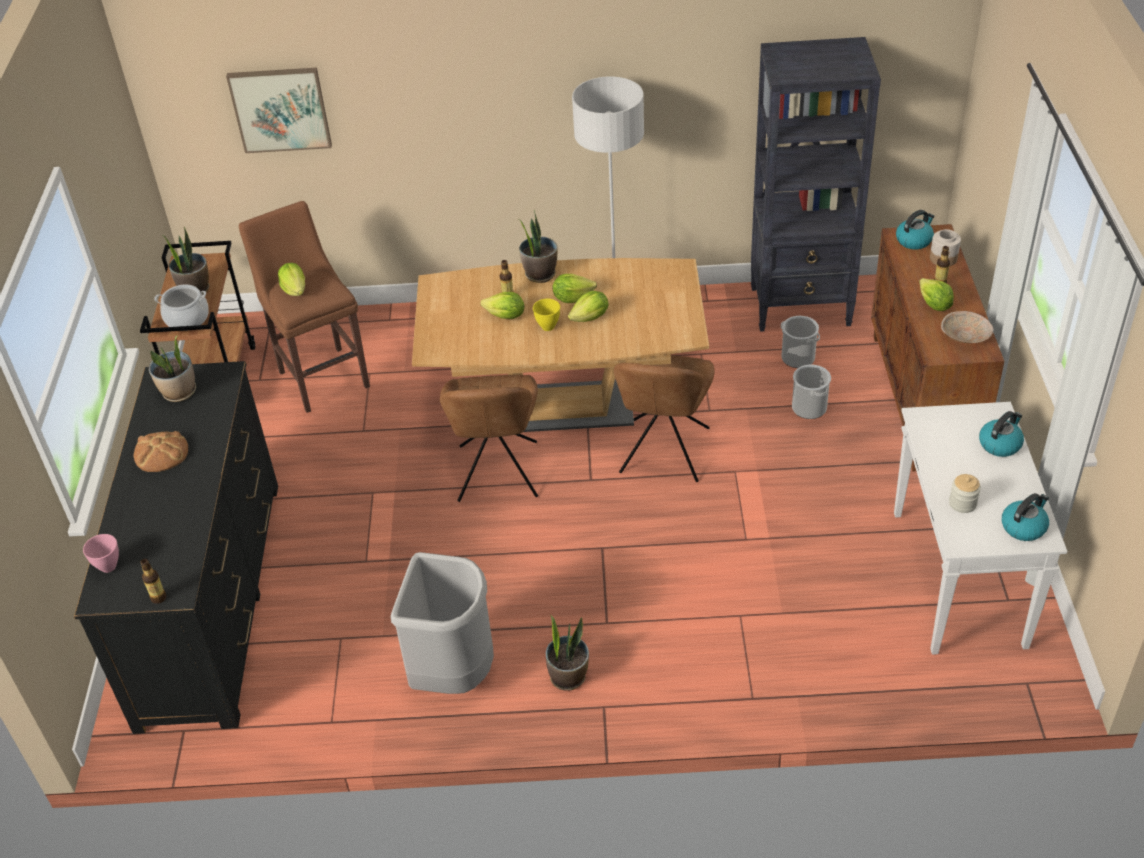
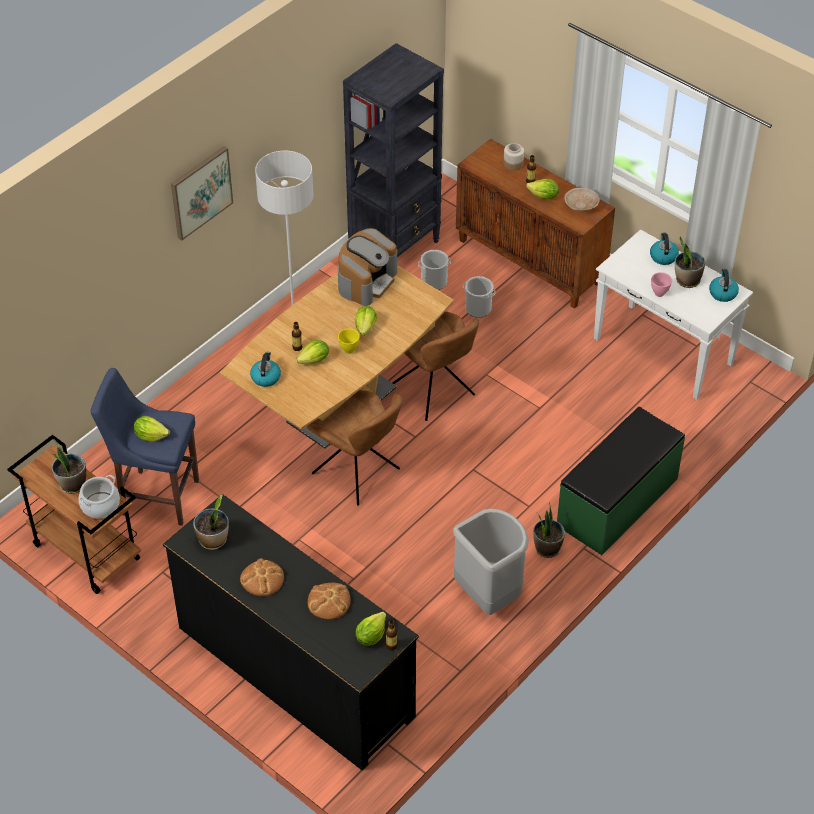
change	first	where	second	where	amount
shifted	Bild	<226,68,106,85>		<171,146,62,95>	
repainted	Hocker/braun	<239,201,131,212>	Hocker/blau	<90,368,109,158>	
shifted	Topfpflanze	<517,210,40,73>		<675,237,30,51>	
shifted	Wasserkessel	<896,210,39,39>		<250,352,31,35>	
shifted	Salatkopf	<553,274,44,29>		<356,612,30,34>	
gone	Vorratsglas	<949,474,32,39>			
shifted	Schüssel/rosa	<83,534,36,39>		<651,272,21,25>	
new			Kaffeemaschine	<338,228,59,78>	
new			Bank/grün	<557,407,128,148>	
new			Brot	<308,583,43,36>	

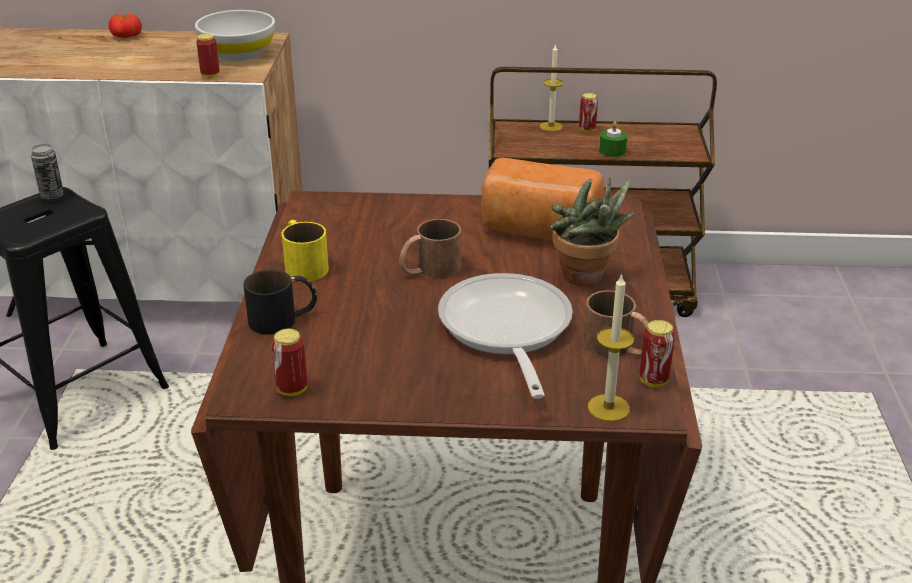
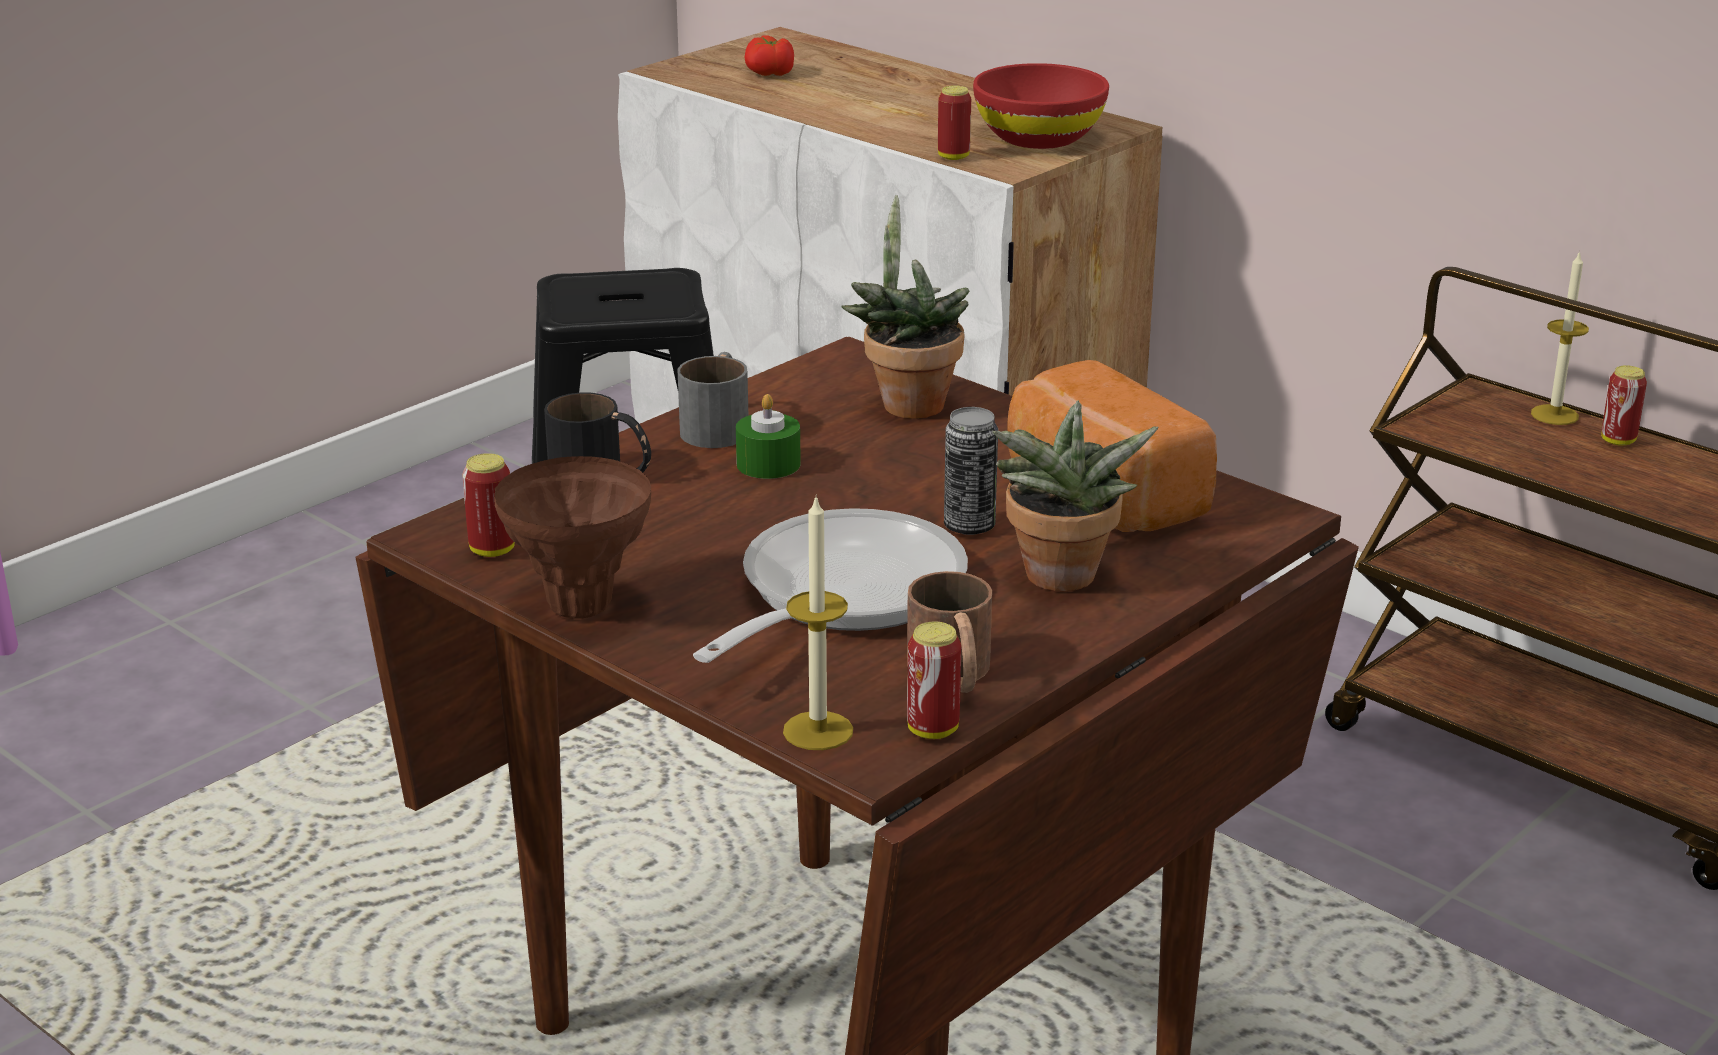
change	first	where	second	where	amount
repainted	Schüssel/weiß	<195,10,80,51>	Schüssel/rot	<973,63,136,86>	
shifted	Tomate	<109,14,33,24>		<745,35,49,41>	
shifted	Kerze/grün	<599,121,28,36>		<736,394,65,85>	
shifted	Dose	<31,144,33,57>		<944,407,54,128>	
gone	Henkelbecher/braun	<399,219,62,60>			
repainted	Henkelbecher/gelb	<282,220,47,61>	Henkelbecher/grau	<677,352,72,96>	
new			Topfpflanze	<841,195,129,224>	
new			Vase/braun	<494,456,157,163>	

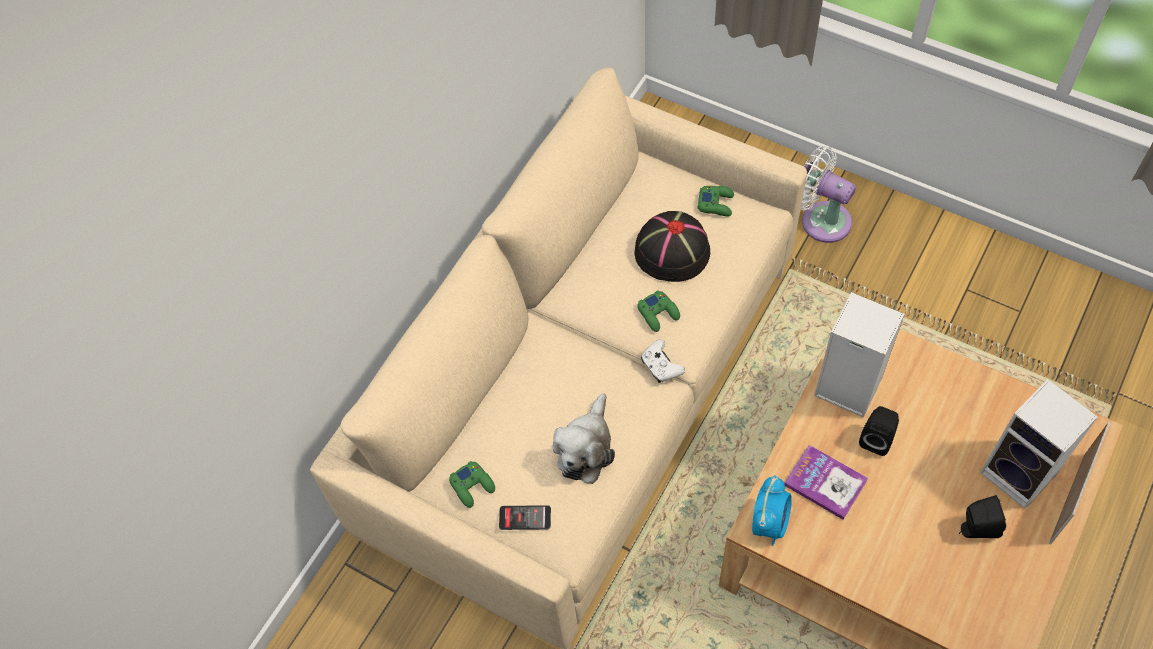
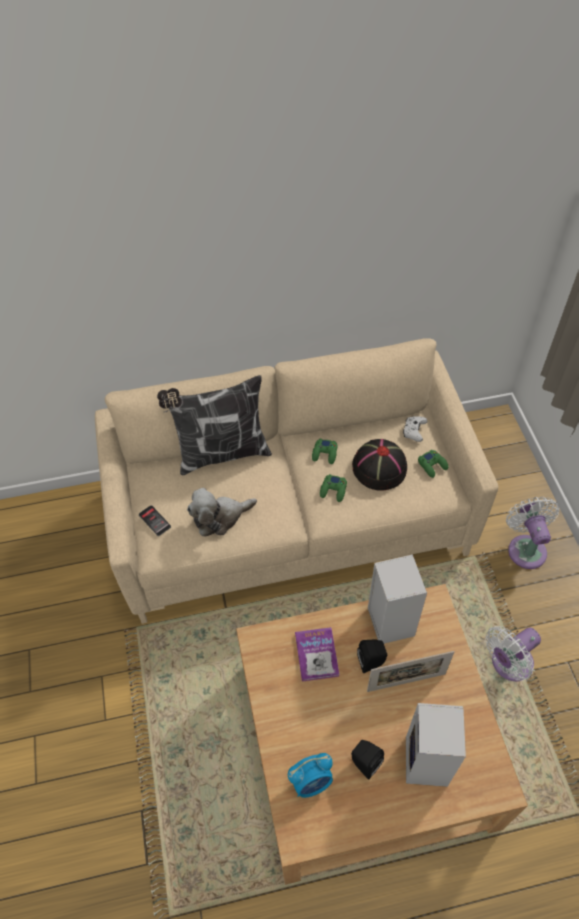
change	first	where	second	where	amount
shifted	Gamepad/weiß	<641,339,44,44>		<403,416,24,26>	
shifted	Bilderrahmen	<1049,422,61,123>		<367,651,87,41>	
shifted	Gamepad/grün	<449,461,46,47>		<312,439,25,25>	
shifted	Wecker	<752,475,40,71>		<288,753,45,45>	
new			Kissen	<157,375,115,100>	
new			Ventilator/weiß	<485,626,56,55>	

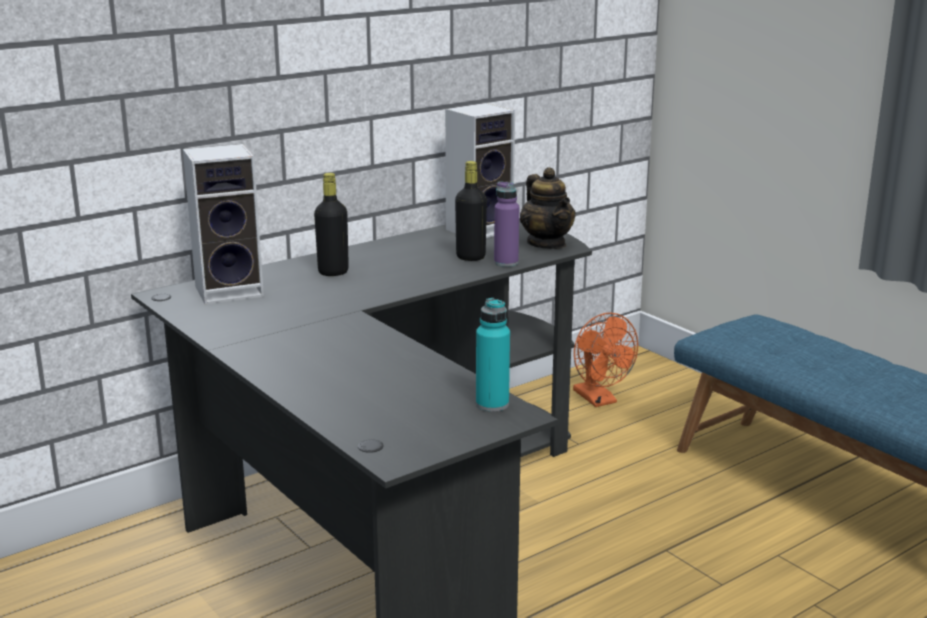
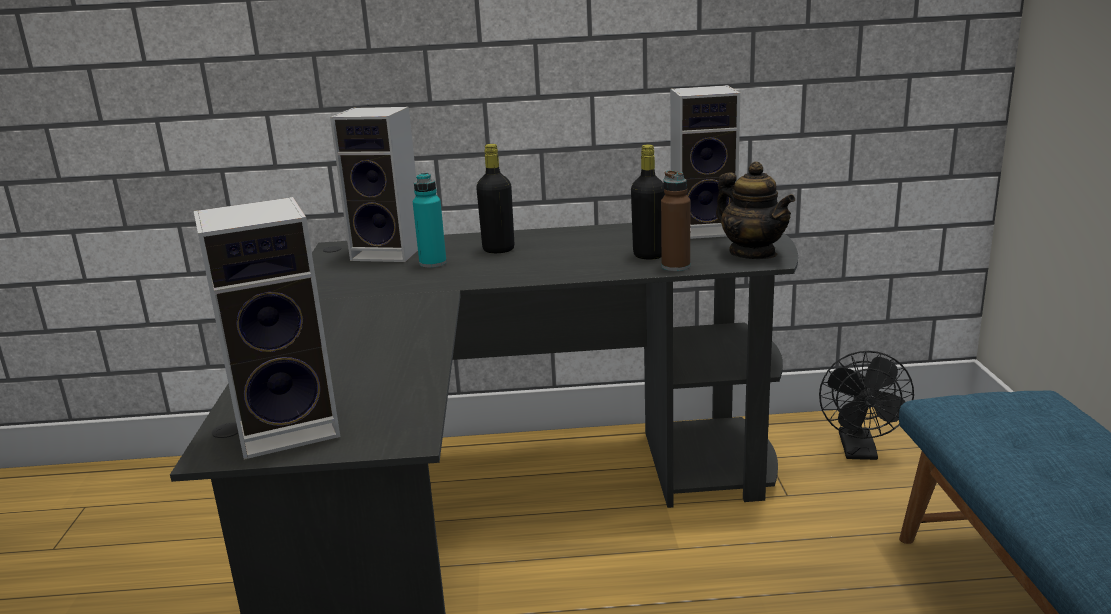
change	first	where	second	where	amount
rotated	Teekanne	<520,167,56,82>		<716,162,79,97>	45 degrees counterclockwise
repainted	Flasche/lila	<494,181,25,86>	Flasche/braun	<661,170,30,101>	
shifted	Flasche/türkis	<476,298,34,114>		<413,173,34,95>	
repainted	Ventilator/orange	<573,313,65,94>	Ventilator/schwarz	<819,351,95,109>	
new			Lautsprecher	<194,197,146,263>	

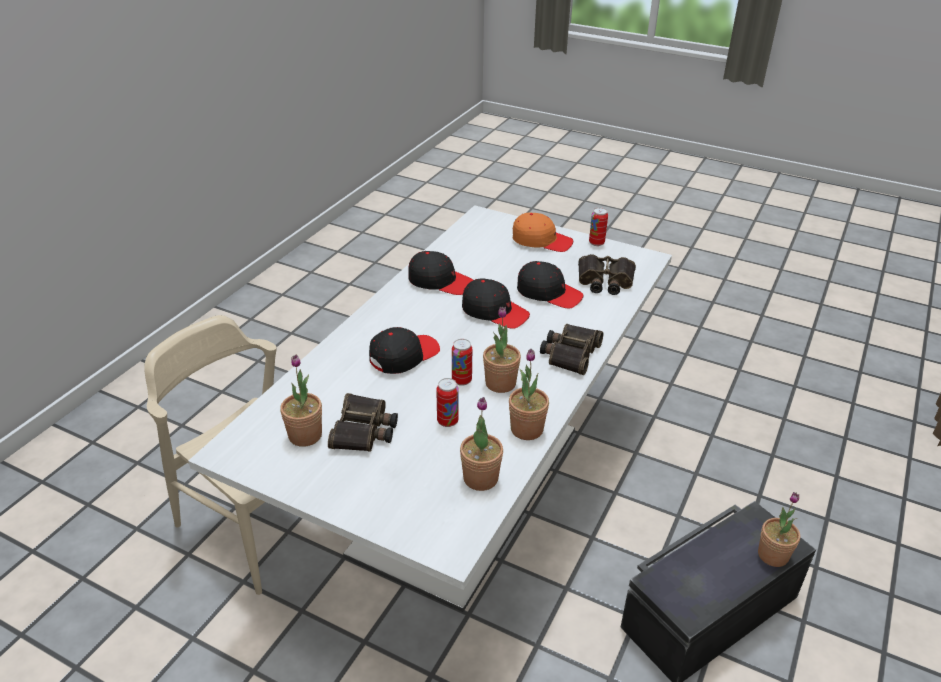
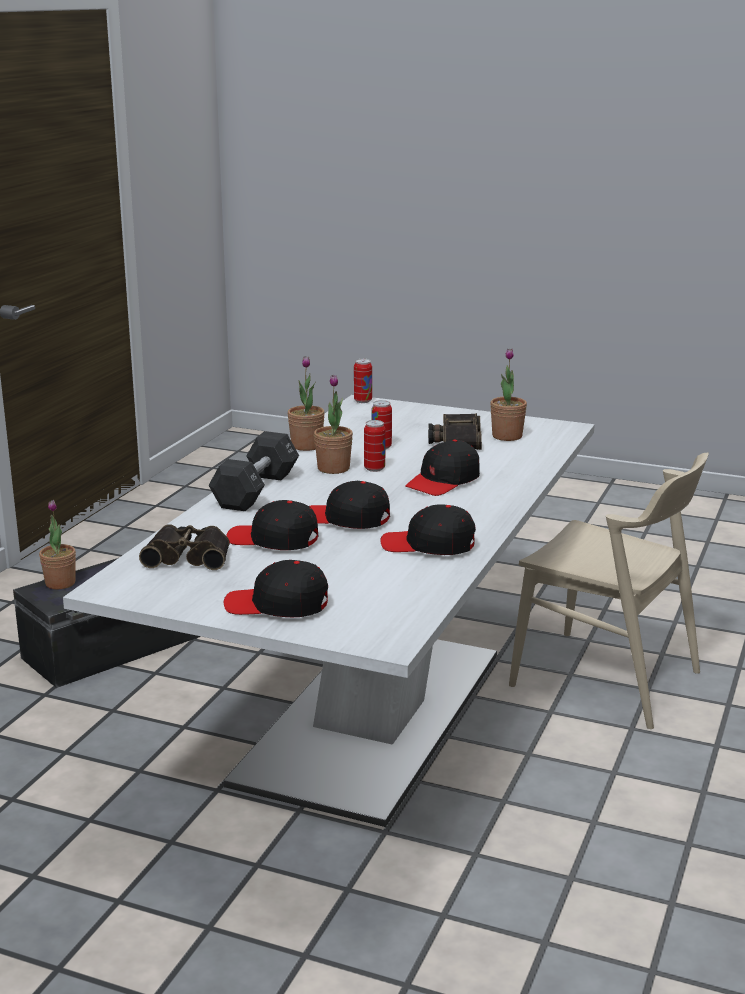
change	first	where	second	where	amount
shifted	Dose	<589,207,19,39>		<354,359,18,44>	
repainted	Kappe/orange	<513,213,60,39>	Kappe/schwarz	<224,560,104,57>	
swapped	Fernglas	<540,324,63,51>	Hantel/schwarz	<208,431,91,80>	
gone	Topfpflanze	<460,397,43,94>			

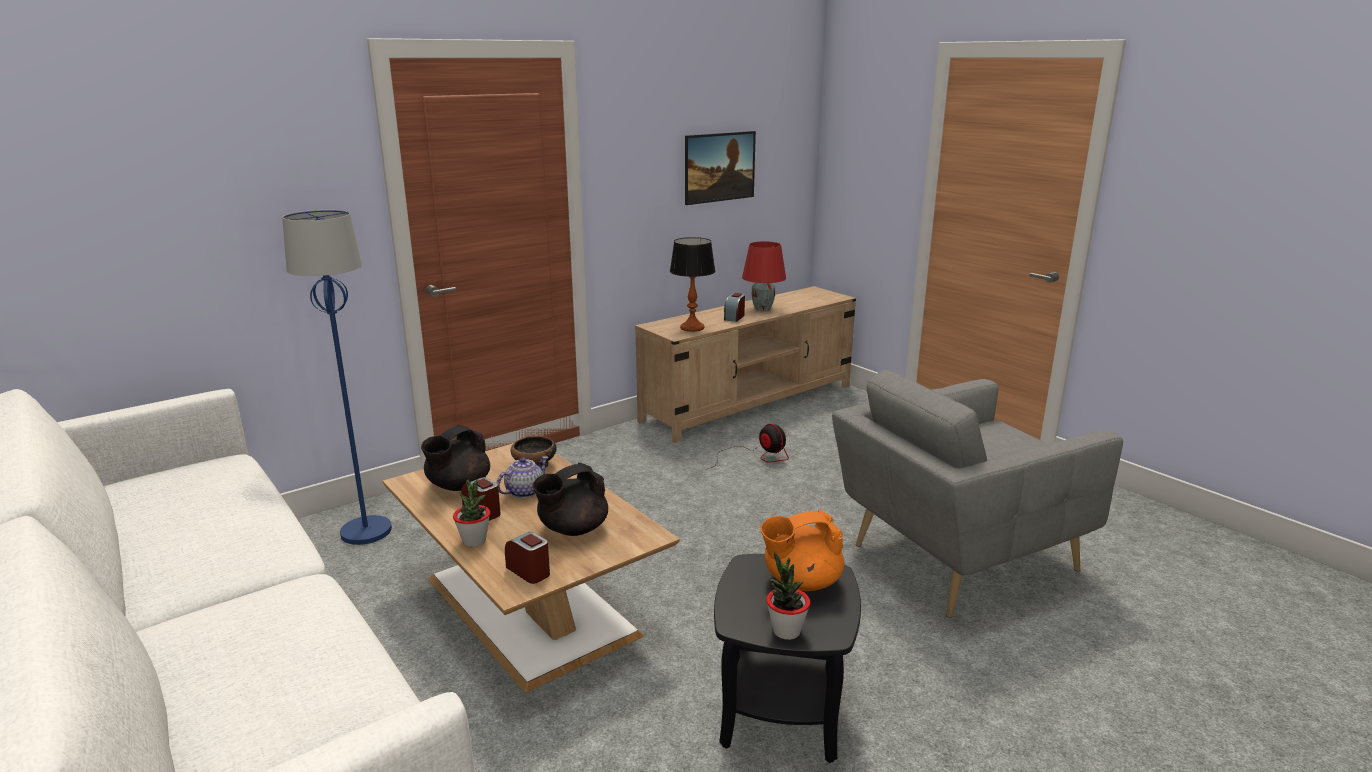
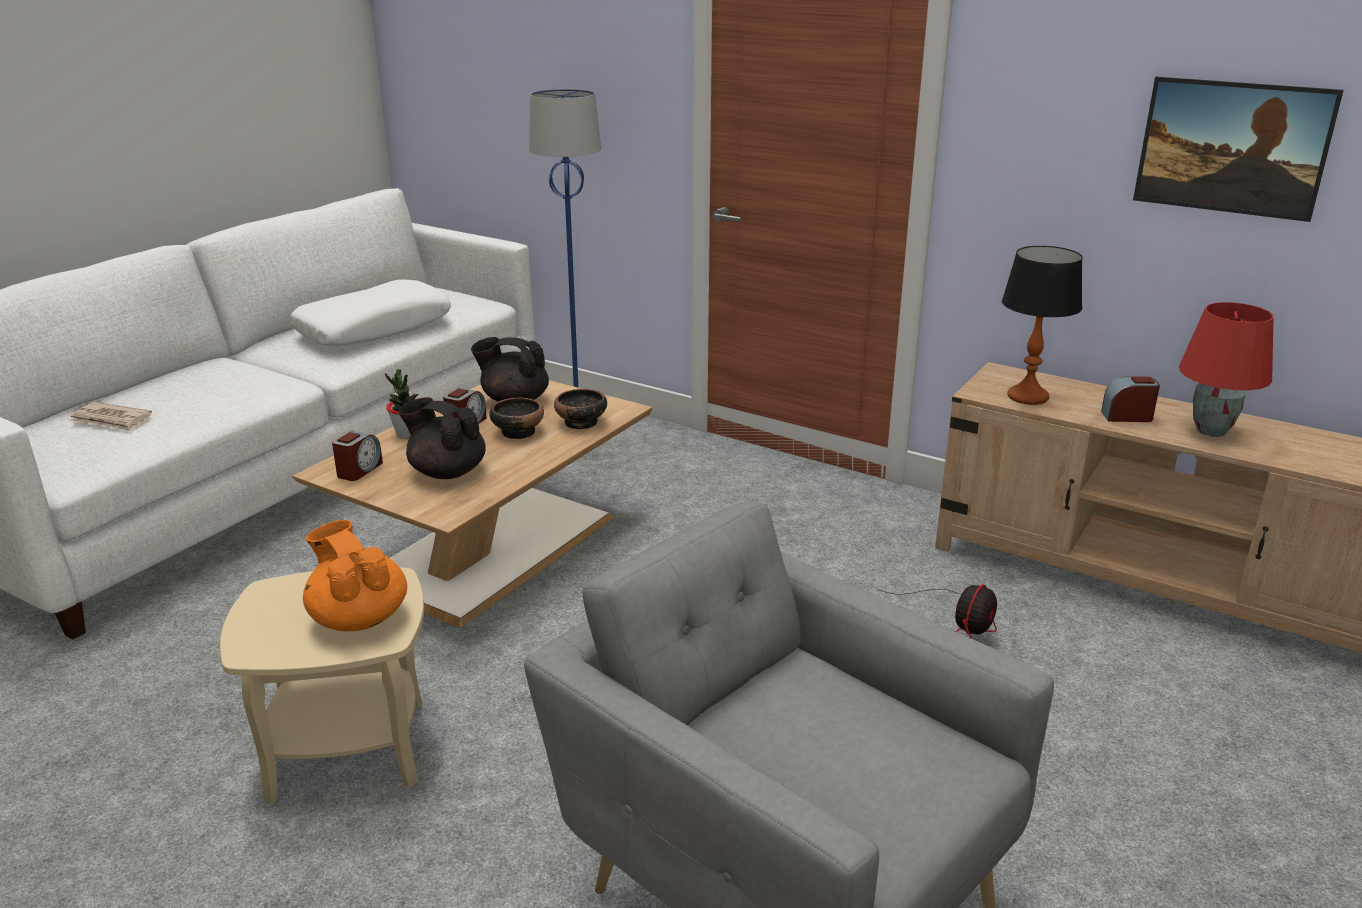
change	first	where	second	where	amount
swapped	Teekanne	<497,456,52,42>	Schüssel	<489,398,55,41>	
gone	Topfpflanze	<766,552,45,88>			
repainted	Beistelltisch/schwarz	<714,554,147,209>	Beistelltisch/beige	<220,567,204,237>	
new			Kissen/weiß	<290,279,161,67>	
new			Zeitung	<69,402,83,29>	

